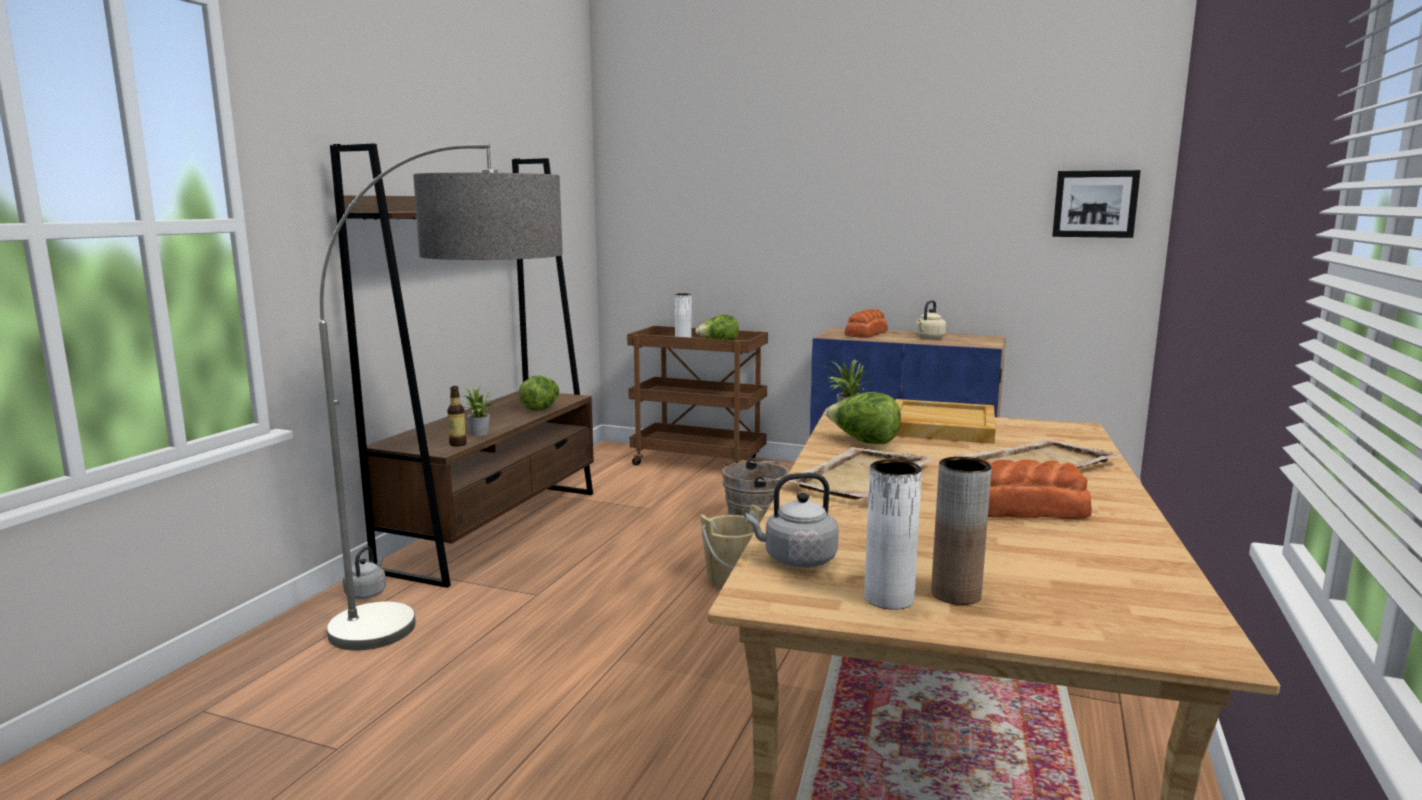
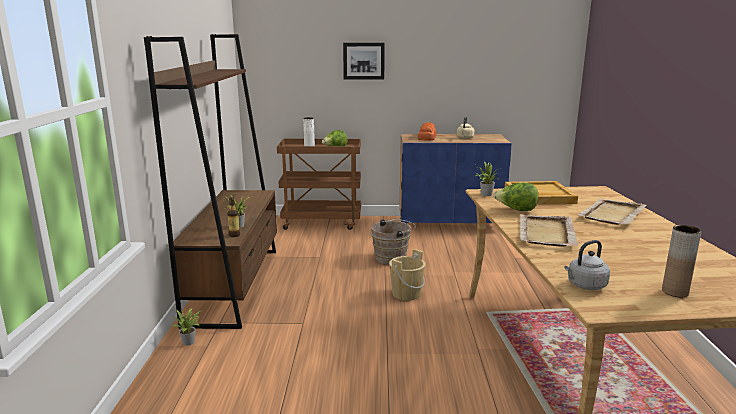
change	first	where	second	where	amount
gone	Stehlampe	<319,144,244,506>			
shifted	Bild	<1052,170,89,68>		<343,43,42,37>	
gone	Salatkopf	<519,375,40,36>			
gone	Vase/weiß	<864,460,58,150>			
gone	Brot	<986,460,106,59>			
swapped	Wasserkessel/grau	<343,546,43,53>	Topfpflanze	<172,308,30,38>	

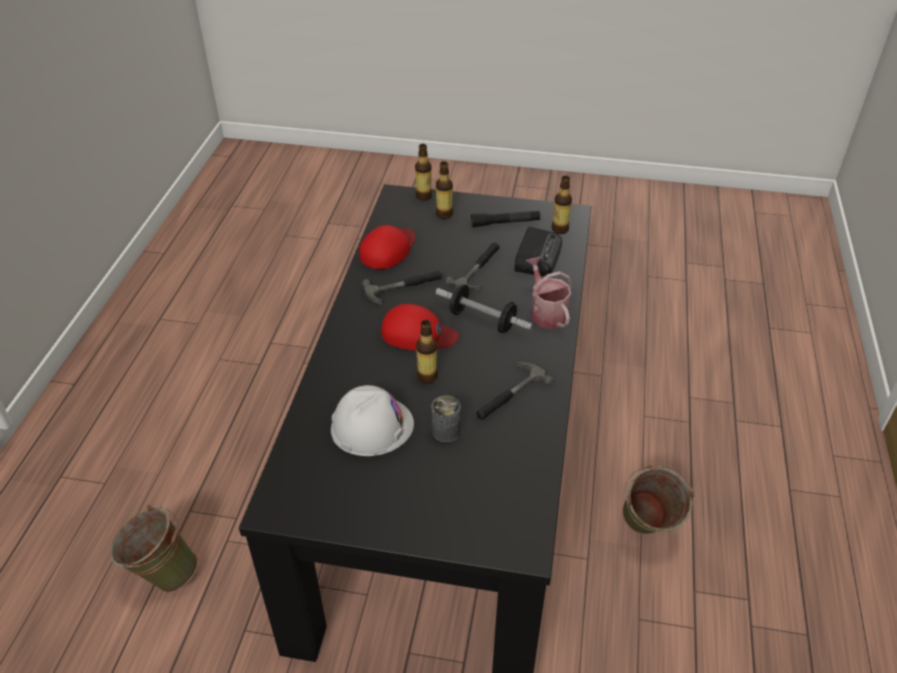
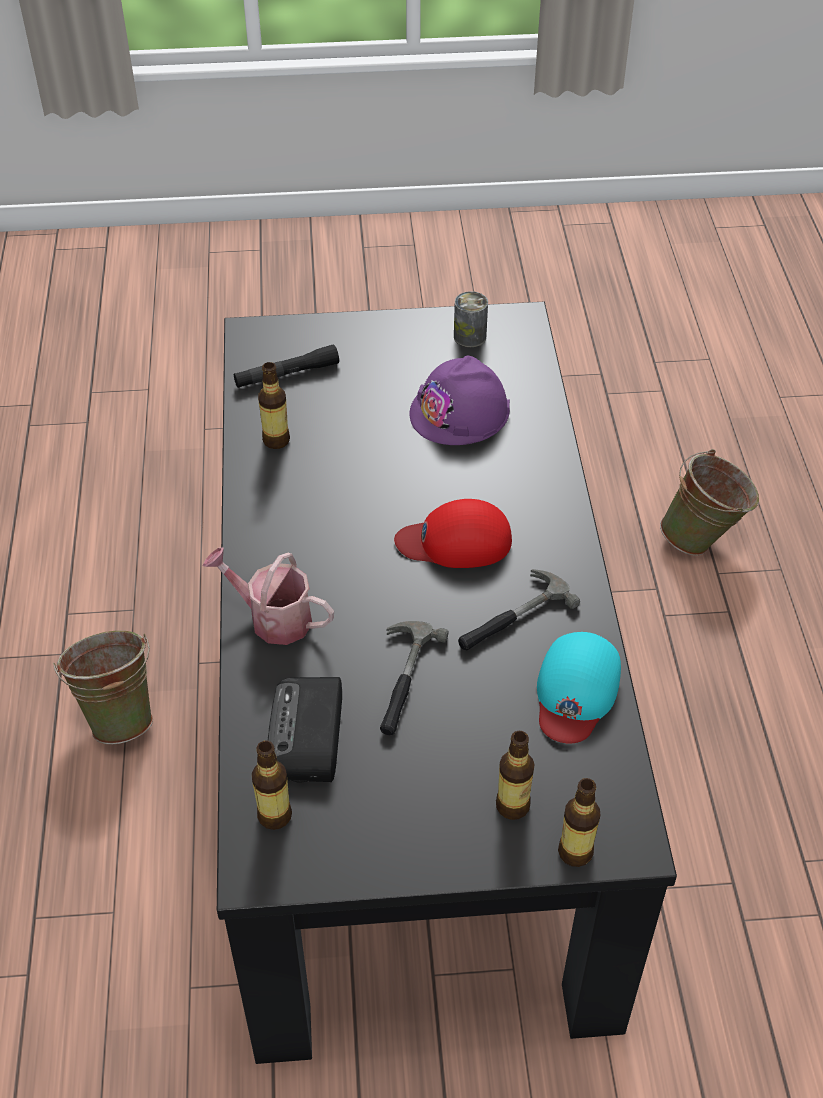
change	first	where	second	where	amount
shifted	Taschenlampe/schwarz	<471,211,69,16>		<234,344,105,44>	
repainted	Kappe/rot	<359,225,57,44>	Kappe/türkis	<537,632,84,111>	
rotated	Gießkanne	<526,257,46,72>		<202,547,132,98>	150 degrees clockwise
gone	Hantel	<436,284,97,49>			
shifted	Flasche	<416,320,22,64>		<258,362,32,87>	
gone	Hammer	<476,362,78,58>			
repainted	Schutzhelm/weiß	<331,385,83,71>	Schutzhelm/lila	<409,355,101,90>	
shifted	Dose	<431,395,30,48>		<454,291,34,56>	

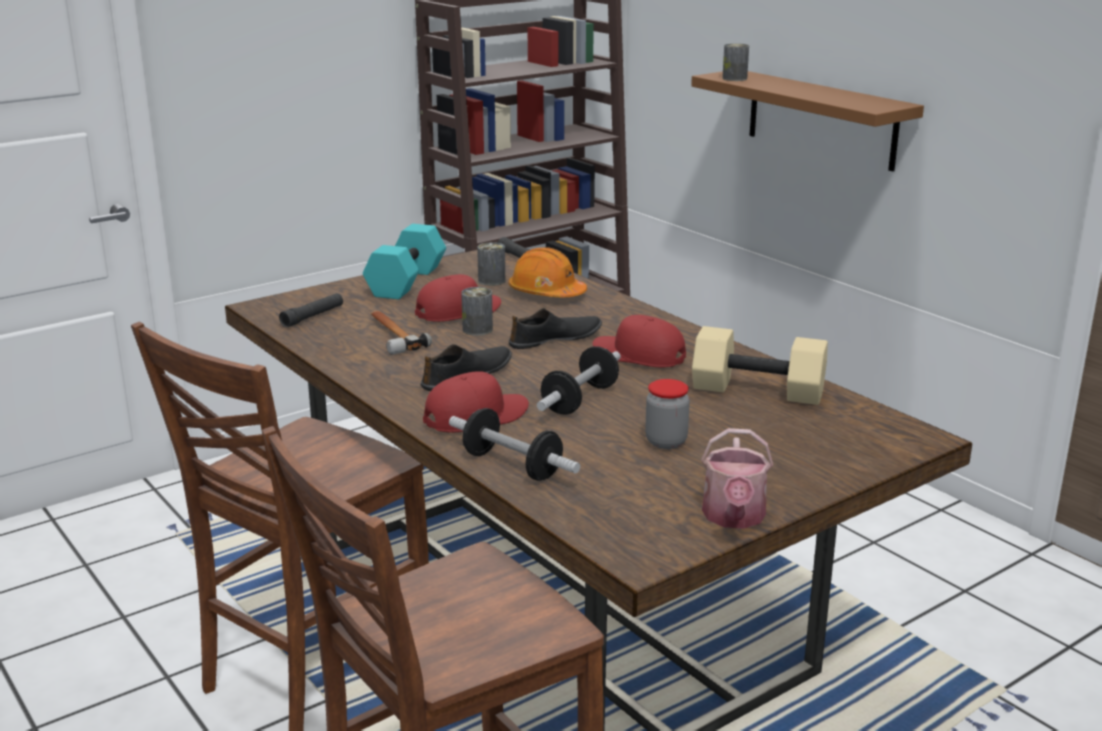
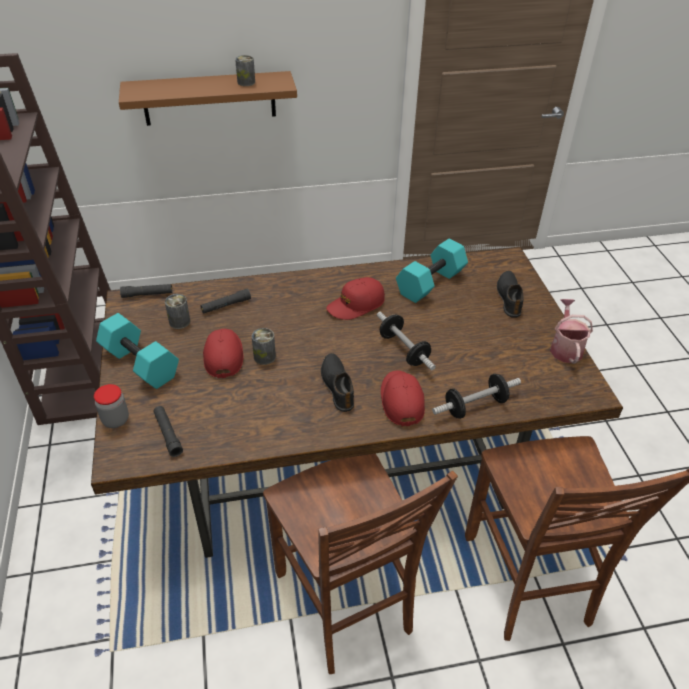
change	first	where	second	where	amount
shifted	Dose	<722,43,27,38>		<235,55,20,31>	
swapped	Schutzhelm/orange	<508,247,79,50>	Taschenlampe/schwarz	<200,289,51,25>	
shifted	Schuh/schwarz	<509,308,93,41>		<497,271,26,47>	
gone	Hammer	<371,311,61,44>			
repainted	Hantel/beige	<692,326,136,79>	Hantel/türkis	<396,239,72,64>	
shifted	Vorratsglas	<645,379,45,70>		<94,384,35,44>	
rotated	Gießkanne	<701,428,72,101>		<550,299,43,64>	120 degrees counterclockwise

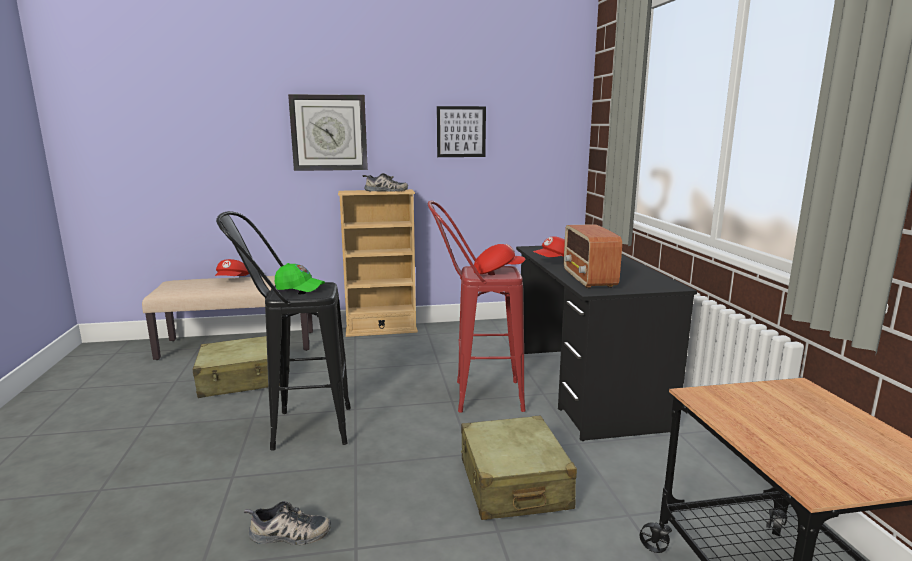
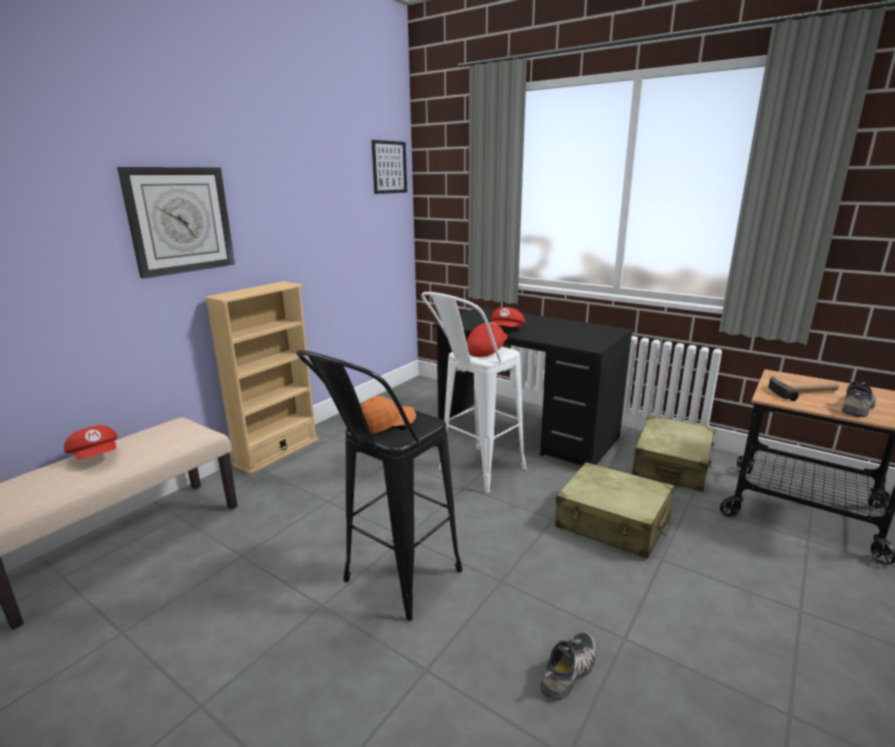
change	first	where	second	where	amount
shifted	Bild	<437,106,49,51>		<371,140,36,54>	
shifted	Schuh	<363,173,45,18>		<842,381,34,36>	
repainted	Hocker/rot	<428,201,98,212>	Hocker/weiß	<421,292,105,201>	
gone	Radio	<564,224,58,65>			
repainted	Kappe/grün	<275,263,50,29>	Kappe/orange	<361,396,55,38>	
shifted	Koffer/beige	<193,336,87,62>		<632,416,83,76>	
new			Hammer	<768,376,71,25>	

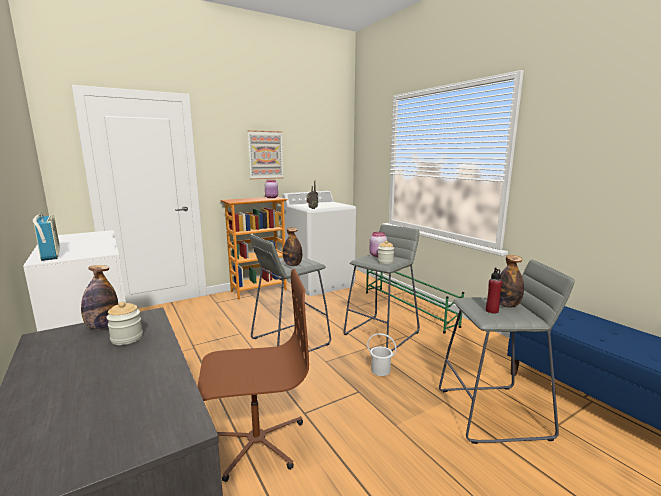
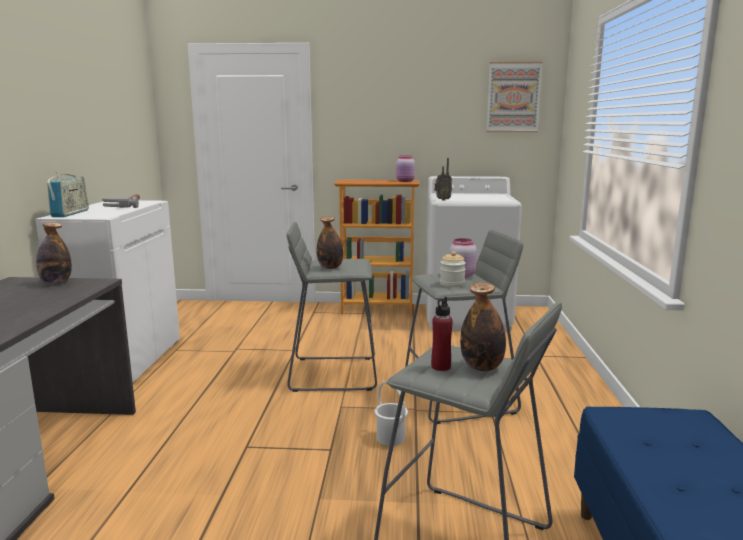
change	first	where	second	where	amount
shifted	Bild	<247,130,37,50>		<486,62,57,70>	
gone	Bürostuhl/braun	<197,269,112,213>			
gone	Schuhregal/grün	<366,269,98,65>			
gone	Vorratsglas	<106,302,37,43>			
new			Hammer	<102,194,38,14>	

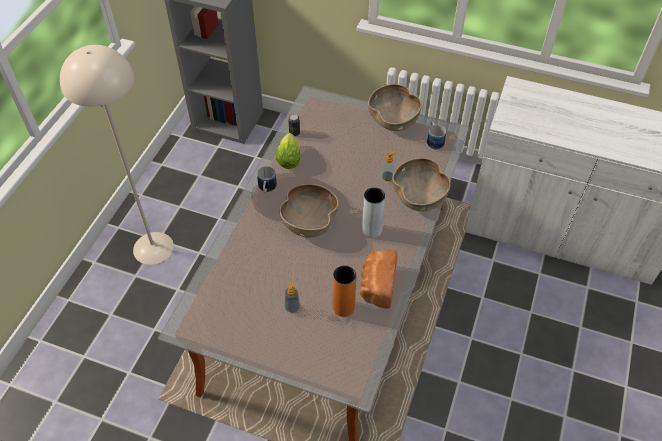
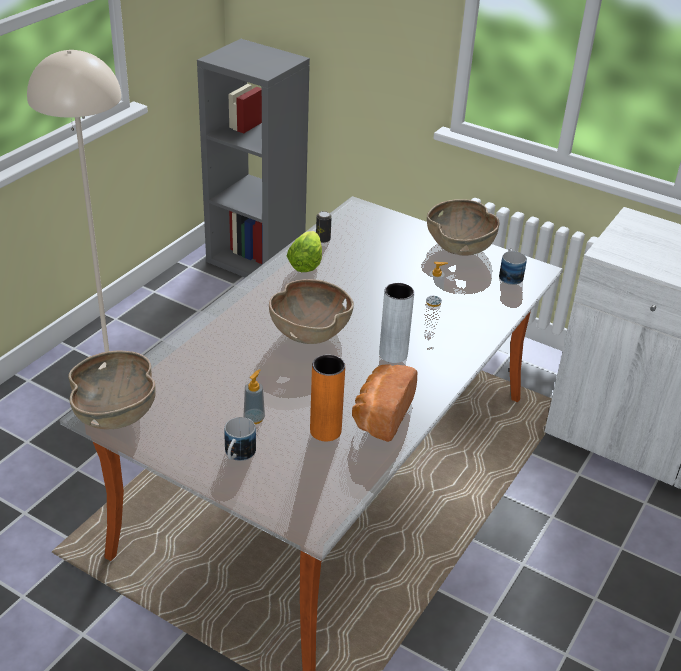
change	first	where	second	where	amount
shifted	Schüssel/braun	<392,158,59,53>		<68,350,88,79>	
shifted	Henkelbecher	<257,166,20,27>		<224,417,32,44>	

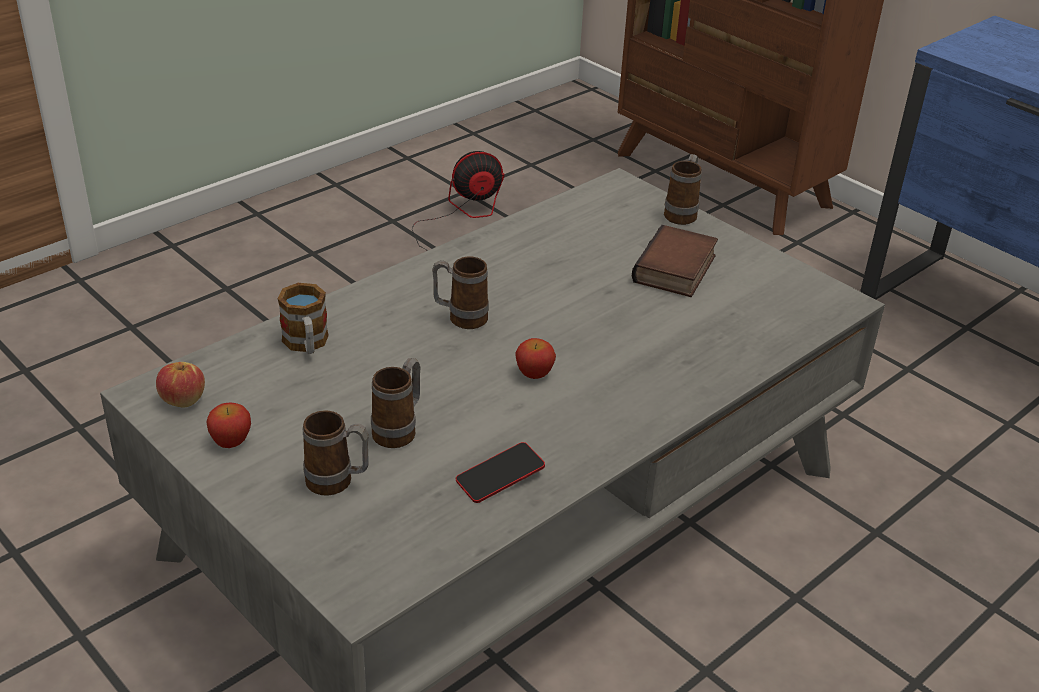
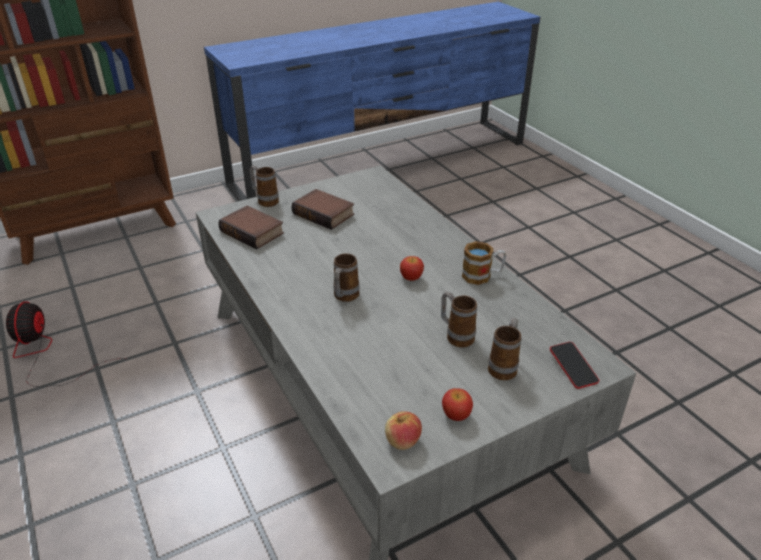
change	first	where	second	where	amount
shifted	Henkelbecher	<278,283,51,71>		<462,241,44,44>	
shifted	Handy	<456,442,89,61>		<550,342,49,47>	
new			Buch	<218,205,66,44>	

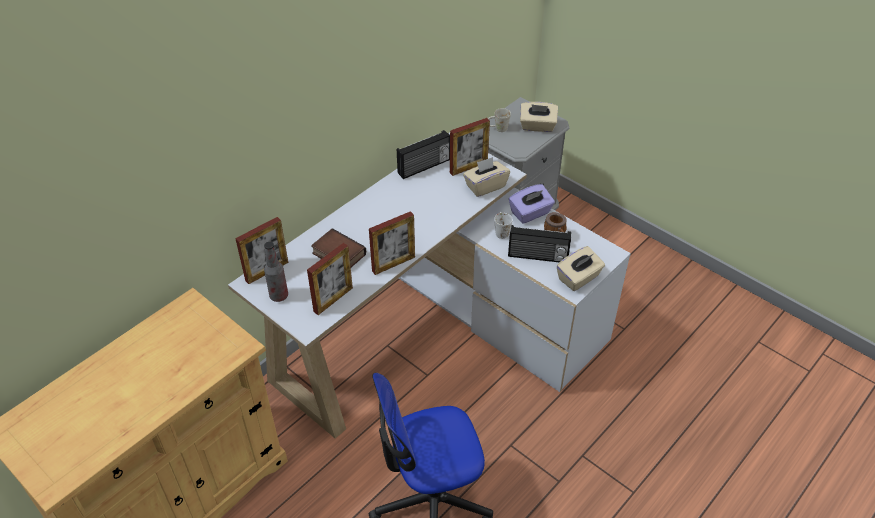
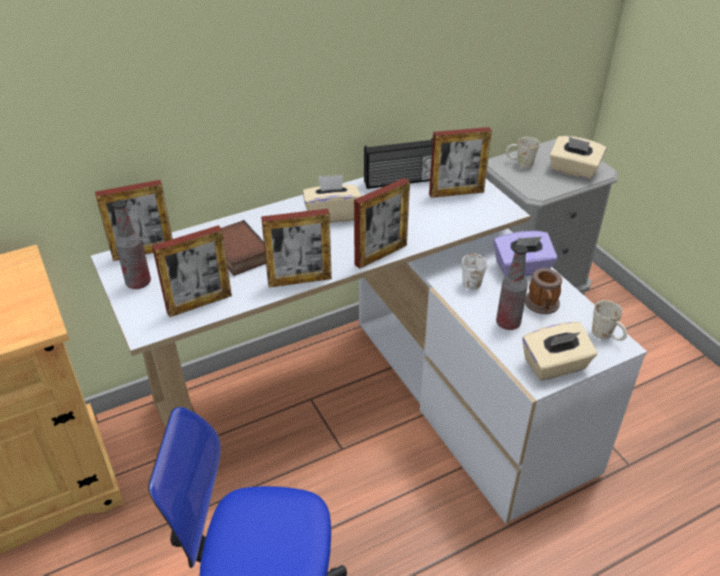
change	first	where	second	where	amount
shifted	Taschentuchbox/beige	<463,157,47,40>		<303,175,58,48>	
swapped	Radio	<508,225,63,38>	Flasche	<496,245,32,85>	
new			Bilderrahmen	<354,178,56,91>	
new			Henkelbecher/weiß	<592,300,35,41>	

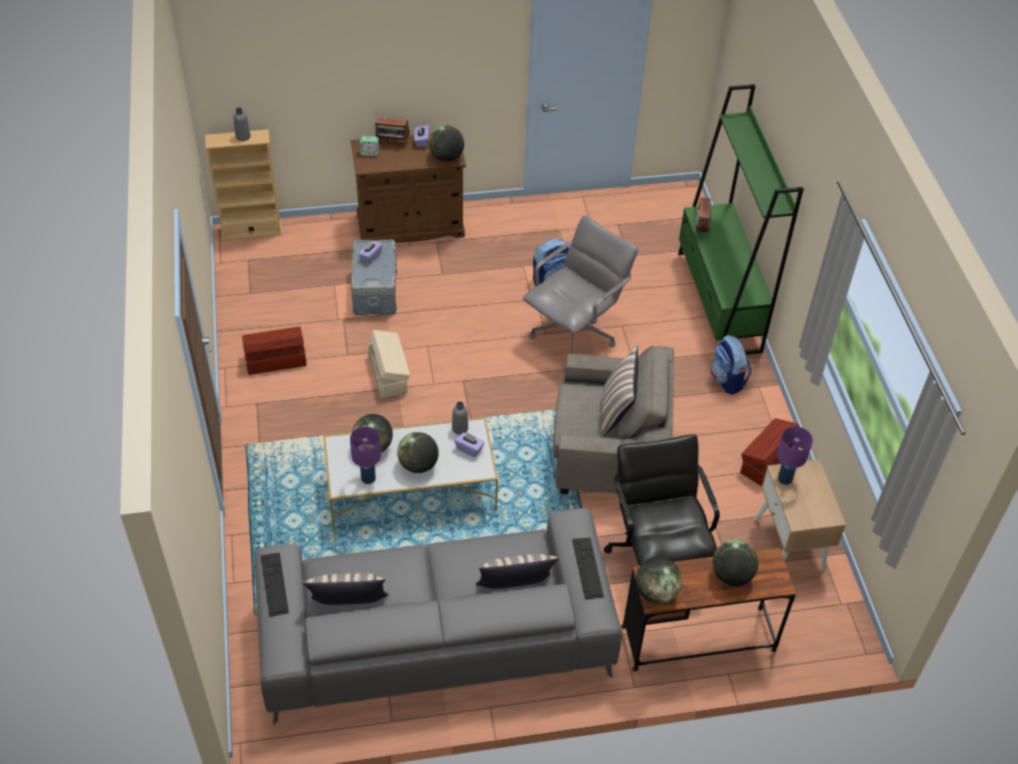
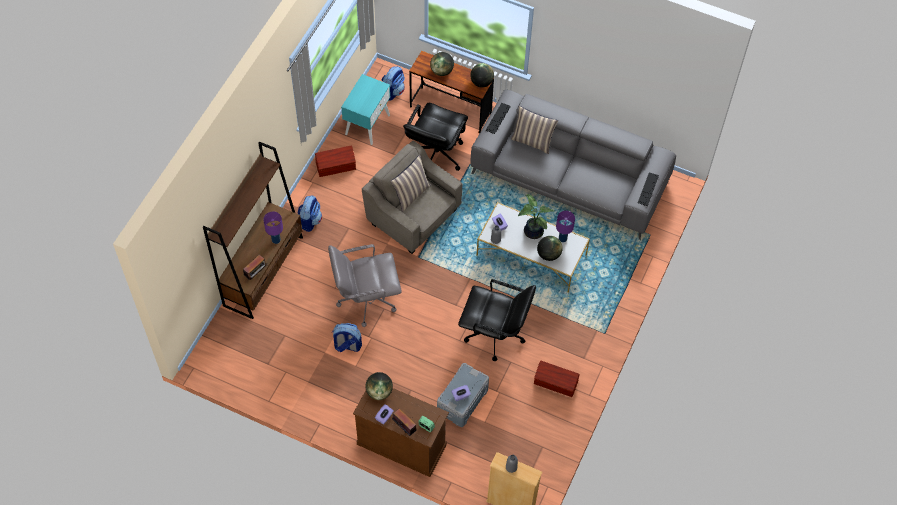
change	first	where	second	where	amount
repainted	Bücherregal/grün	<678,84,126,271>	Bücherregal/braun	<203,142,100,177>	
swapped	Aufbewahrungsbox/beige	<368,330,42,68>	Bürostuhl/schwarz	<458,279,78,82>	
shifted	Tischlampe/lila	<777,426,36,59>		<263,212,20,32>	
swapped	Globus	<397,432,42,41>	Topfpflanze	<518,194,37,45>	
repainted	Nachttisch/beige	<754,459,92,112>	Nachttisch/türkis	<341,74,49,71>	
gone	Kissen	<302,573,86,32>			
new			Rucksack	<382,66,23,34>	

